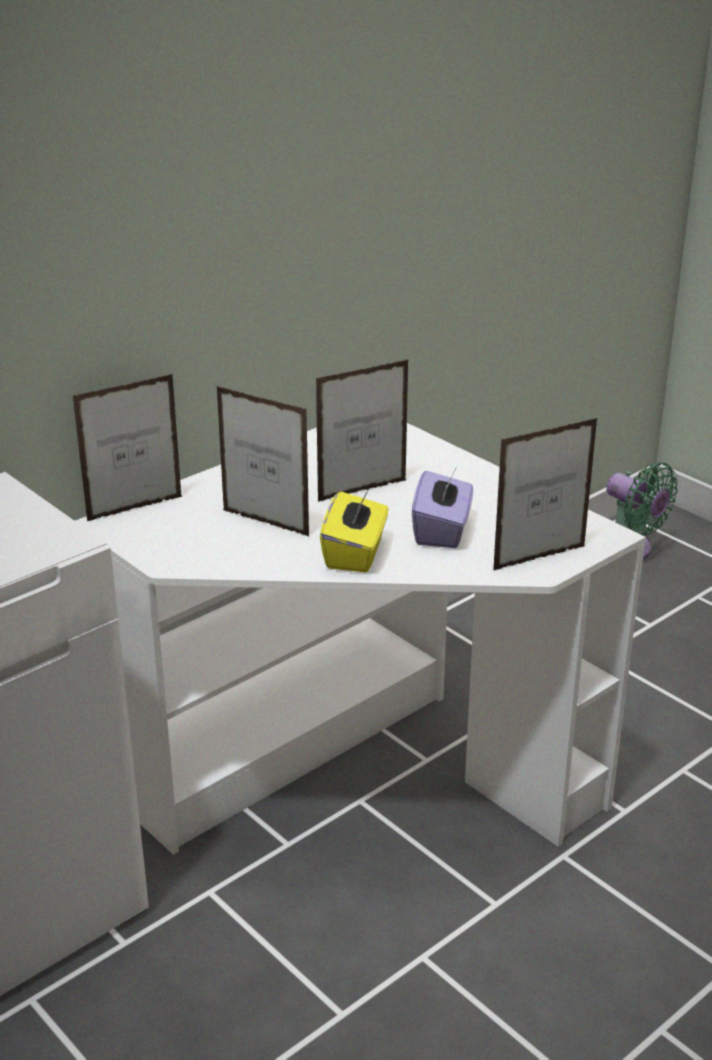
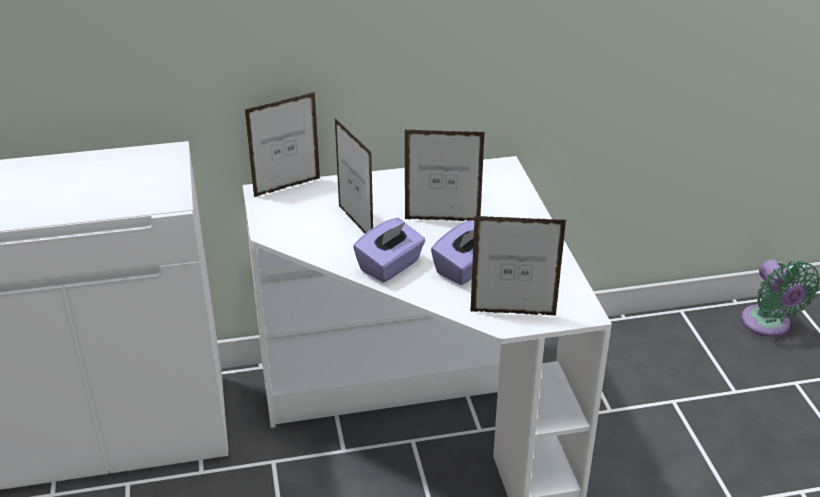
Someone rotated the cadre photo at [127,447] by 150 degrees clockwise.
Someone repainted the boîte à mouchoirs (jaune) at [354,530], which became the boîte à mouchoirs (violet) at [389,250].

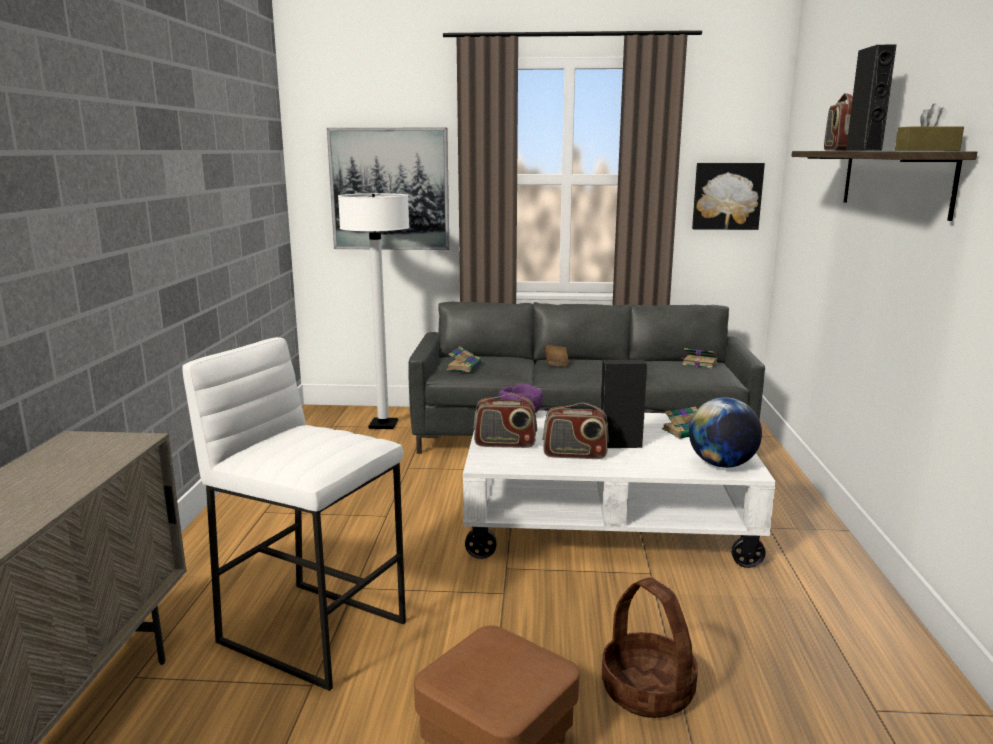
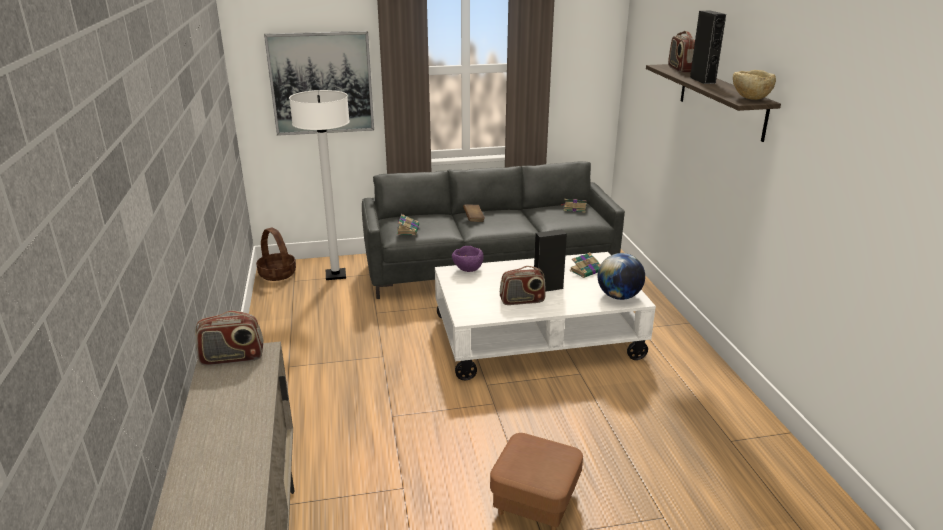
Someone carried the radio from [505,420] to [229,338].
Someone carried the panier from [650,647] to [276,254].
Someone swapped the boîte à mouchoirs (marron) at [929,127] for the bol (beige) at [754,85].
Someone took away the tabouret (blanc) at [294,514].
Someone took away the tableau at [728,196].

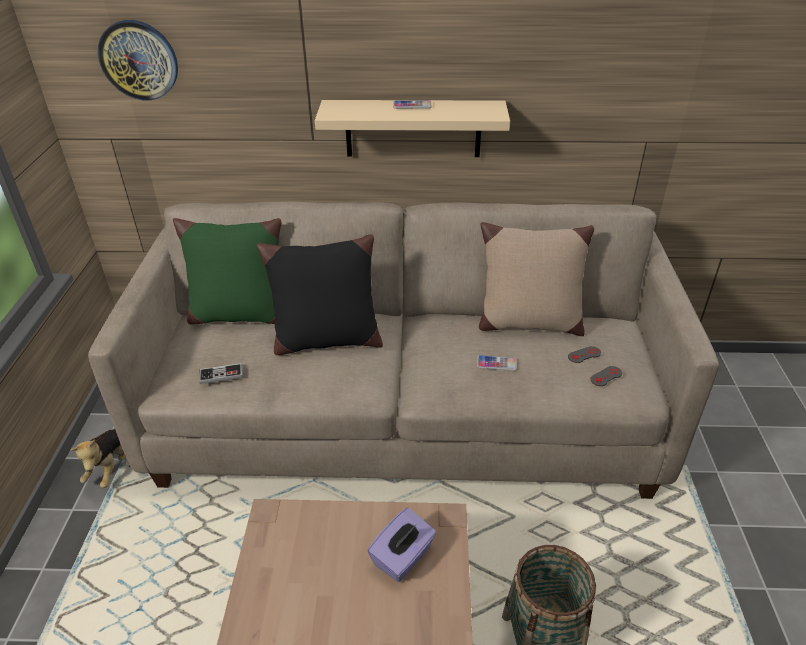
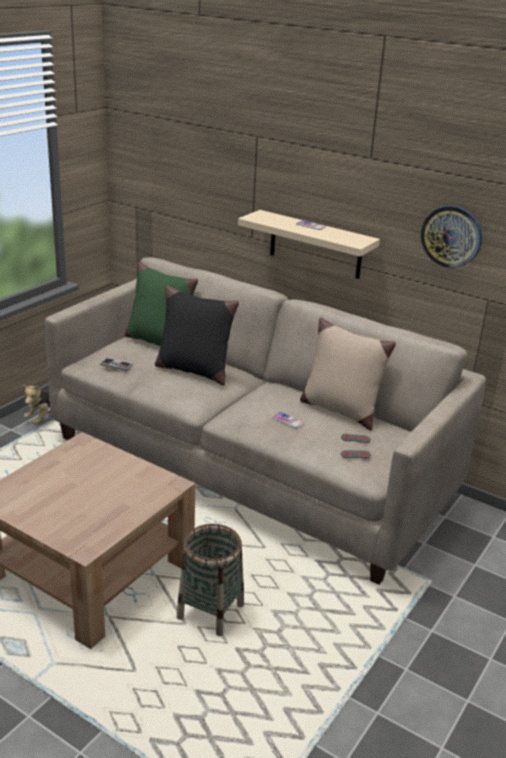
Someone carried the horloge murale from [138,60] to [451,236].
Someone took away the boîte à mouchoirs (violet) at [402,545].

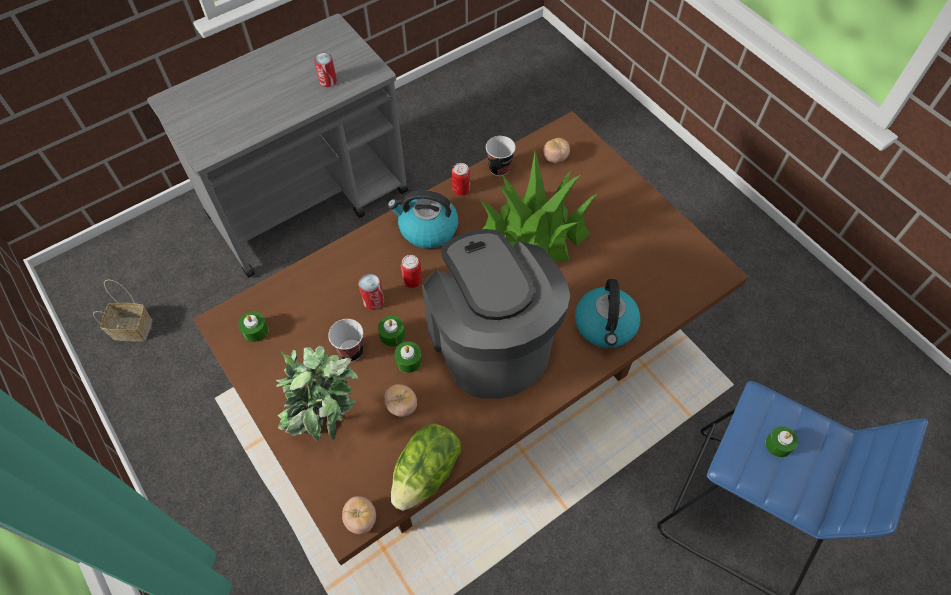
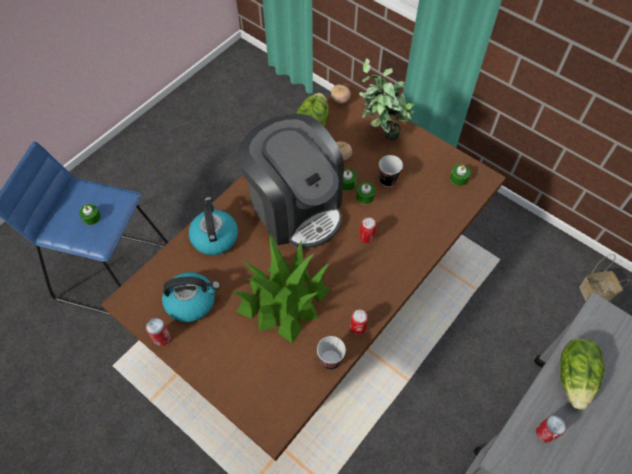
Someone carried the boîte métallique from [371,291] to [158,332].
Someone carried the bouilloire from [423,219] to [191,297].
Someone put down the laitue at [582,374].
Someone took away the tomate at [556,150].

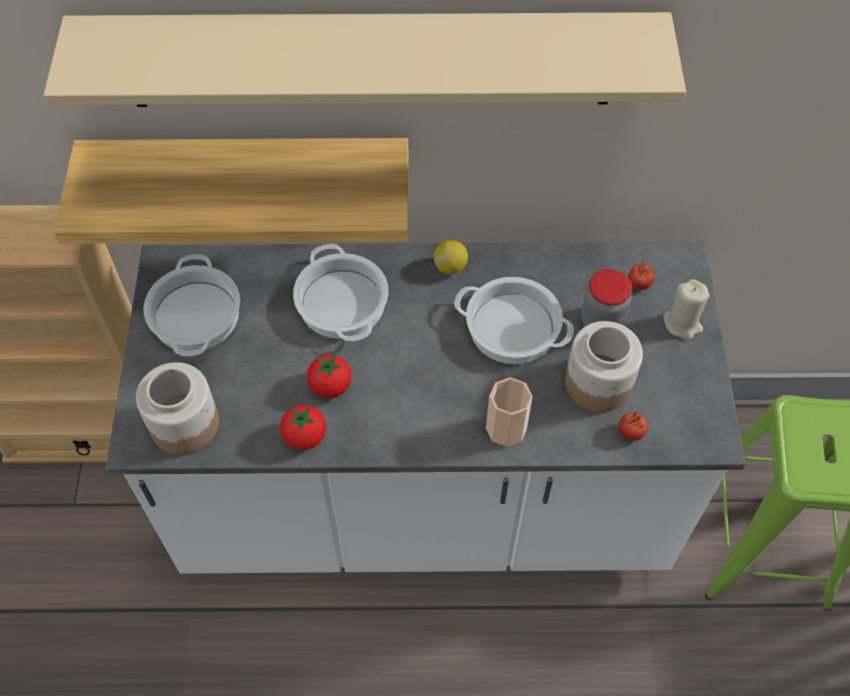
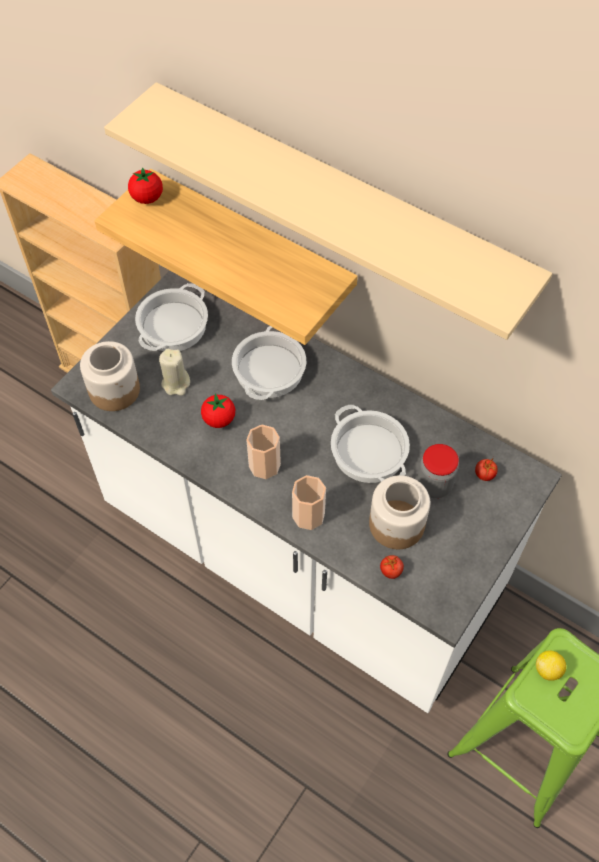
Someone carried the tomate from [303,427] to [145,185].
Someone carried the bougie (beige) from [687,309] to [174,372].
Someone put down the tasse at [263,452].
Someone carried the citron from [451,257] to [551,665].

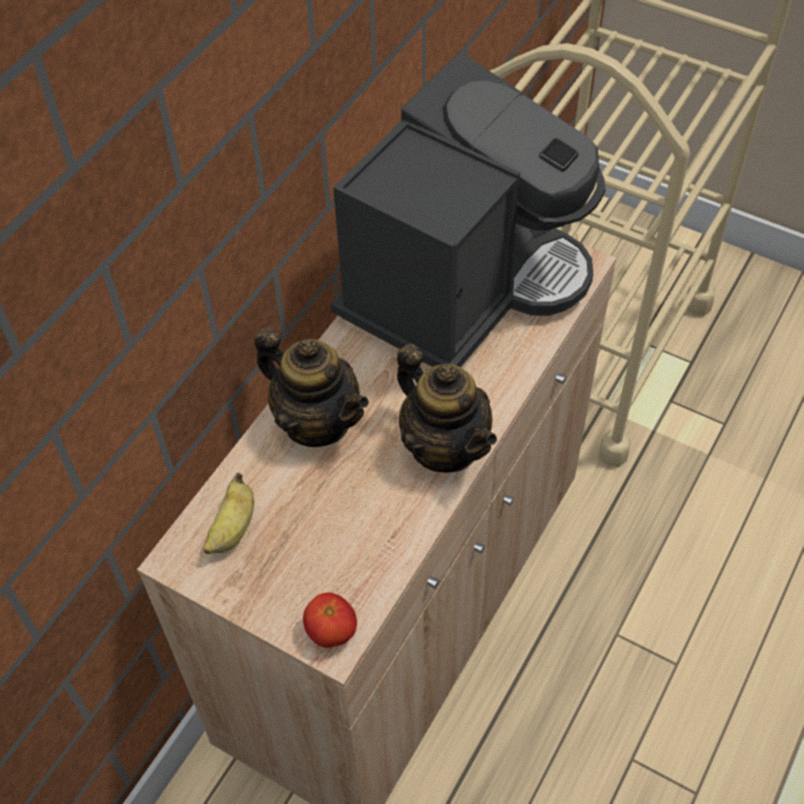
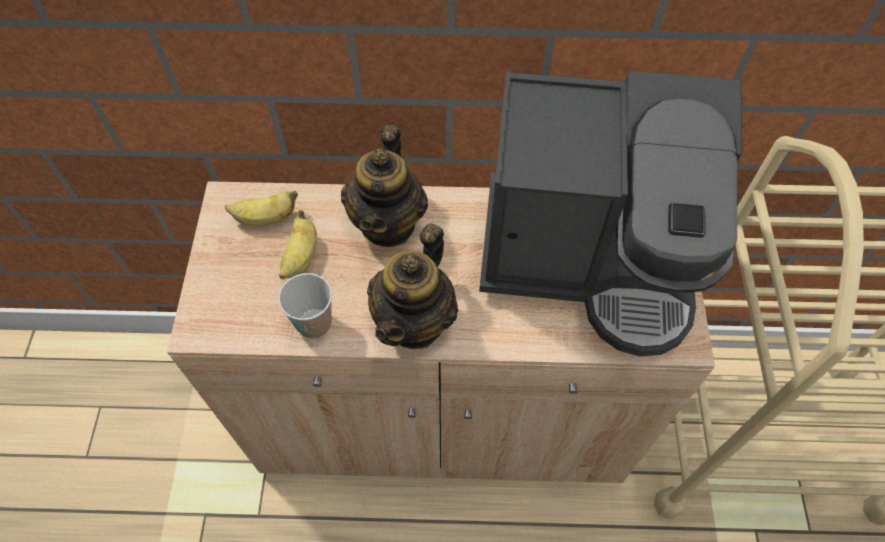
Someone put down the tasse at [305,306].
Someone put down the banane at [298,244].
Someone took away the tomate at [330,620].

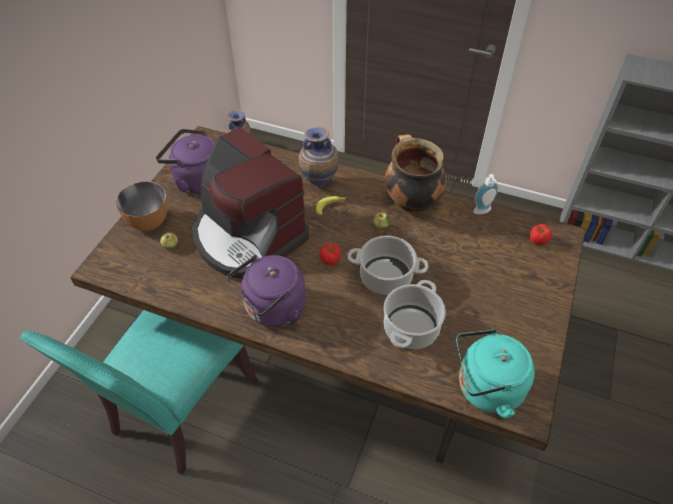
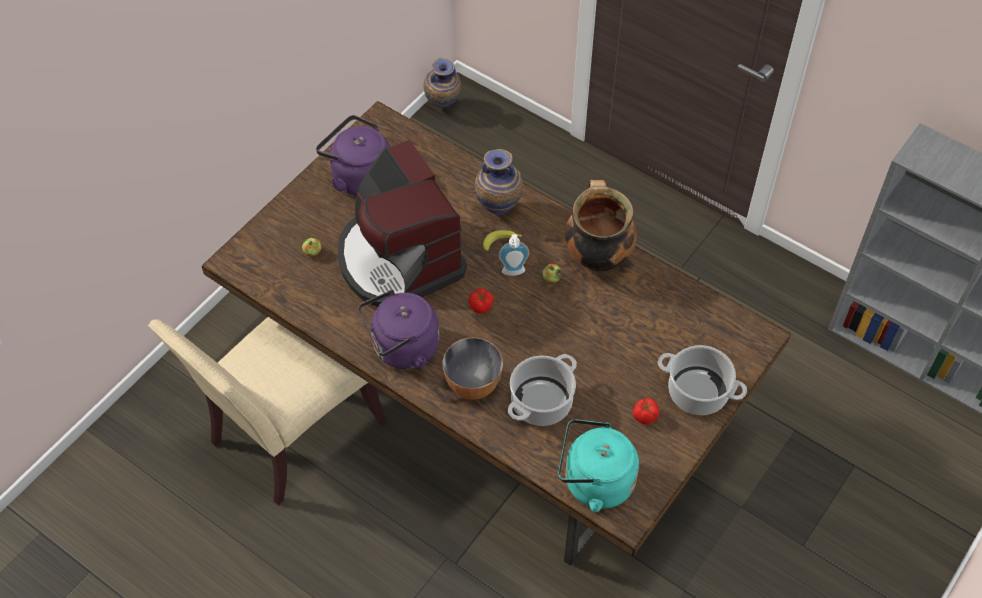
Someone repainted the chaise (turquoise) at [139,392], which became the chaise (beige) at [267,411].
Someone carried the bol from [142,206] to [473,368].
Someone carried the distributeur de savon from [486,194] to [514,255].
Someone carried the tomate from [541,234] to [646,411].
Someone carried the marmite from [388,265] to [702,380].

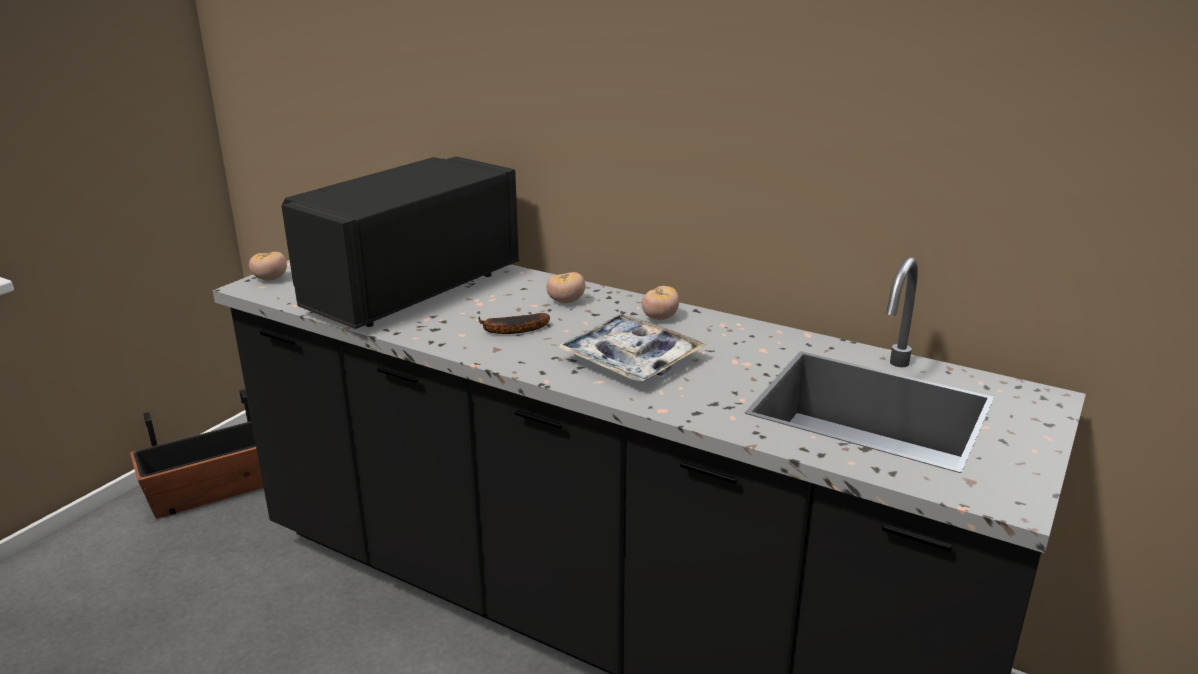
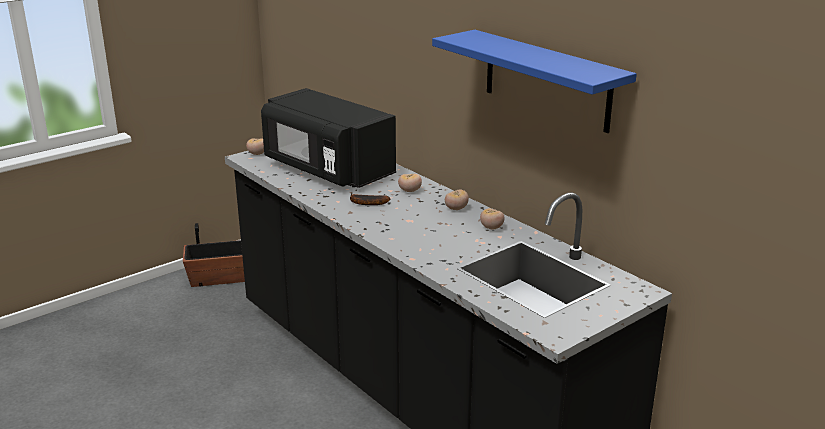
Someone rotated the micro-ondes (noir) at [400,242] by 105 degrees counterclockwise.
Someone put up the étagère (bleu) at [534,81].
Someone put down the tomate at [492,218].
Someone took away the plateau at [631,348].

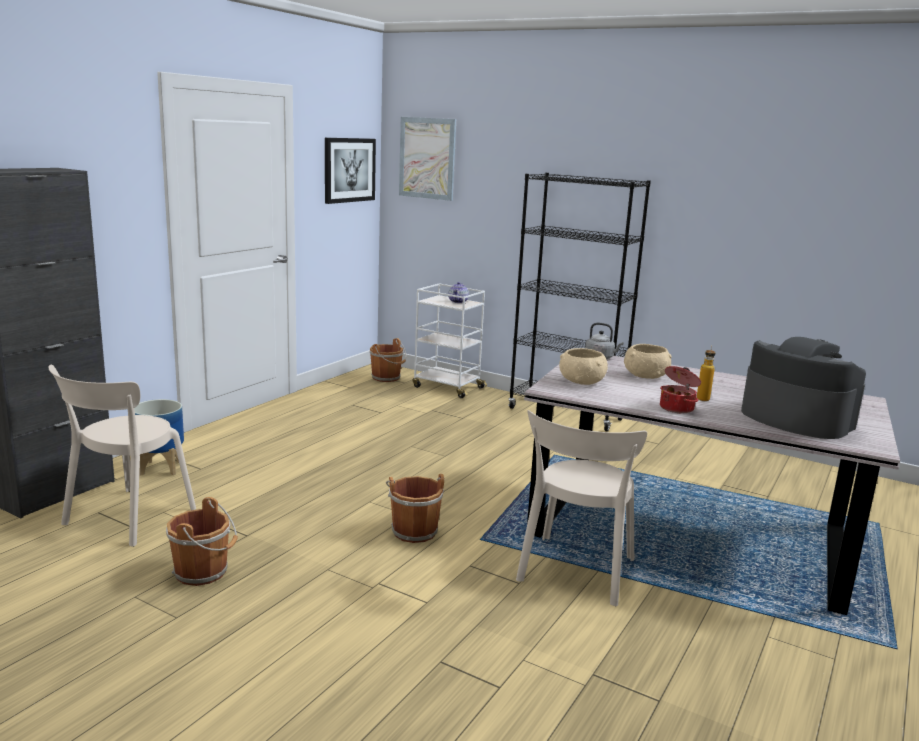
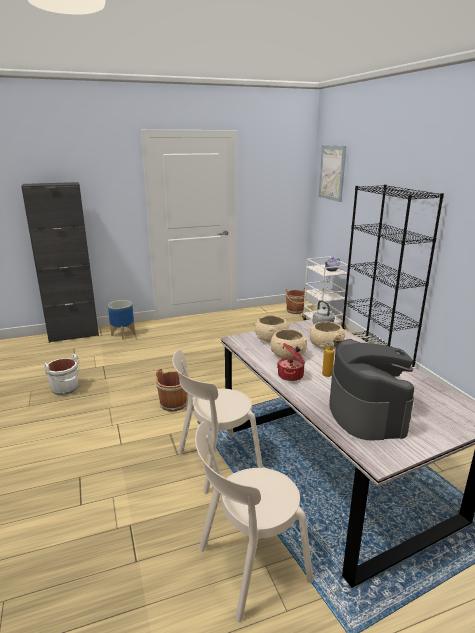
Someone repainted the seau (marron) at [202,541], which became the seau (blanc) at [62,375].
Someone carried the chaise (beige) from [122,456] to [254,521].
Someone put down the bol (beige) at [288,343].
Someone took away the tableau at [350,171].

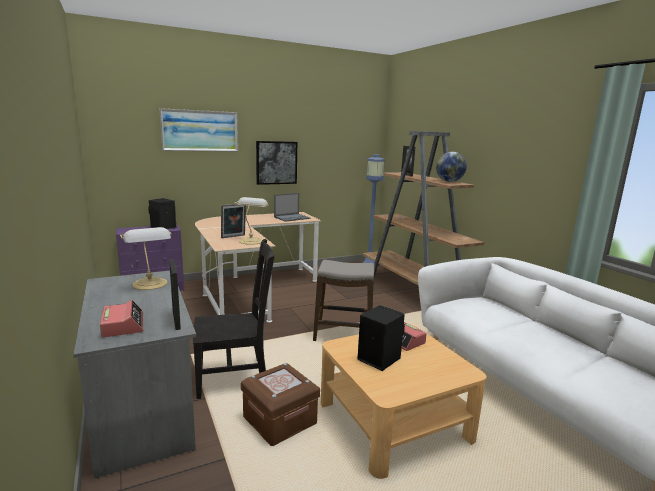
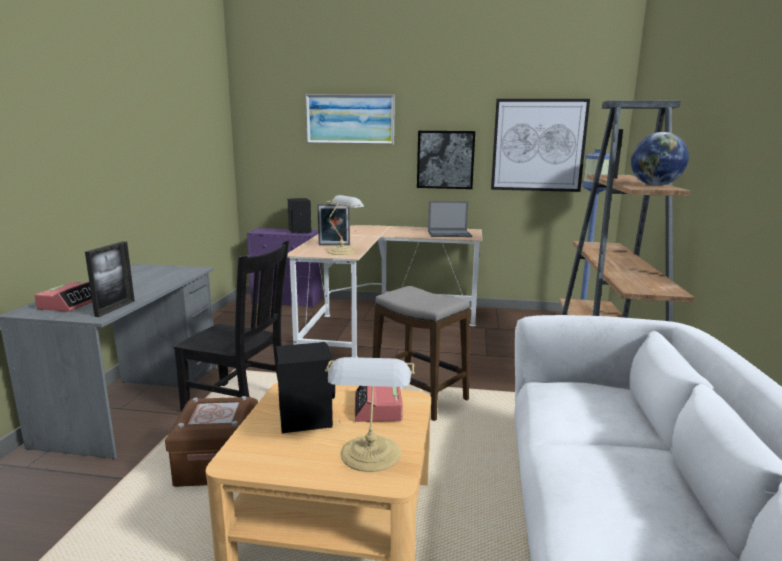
Someone carried the lampe de table from [146,258] to [370,414].
Someone put up the tableau at [540,145].

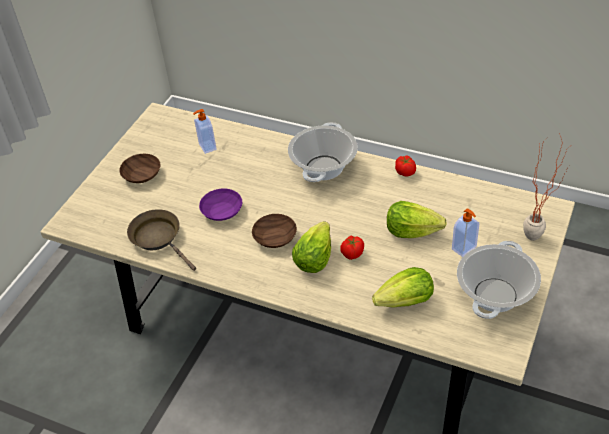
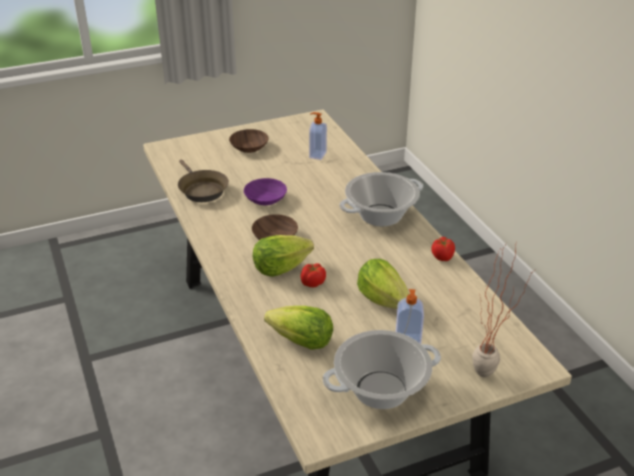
Someone rotated the poêle (marron) at [161,240] by 150 degrees clockwise.

